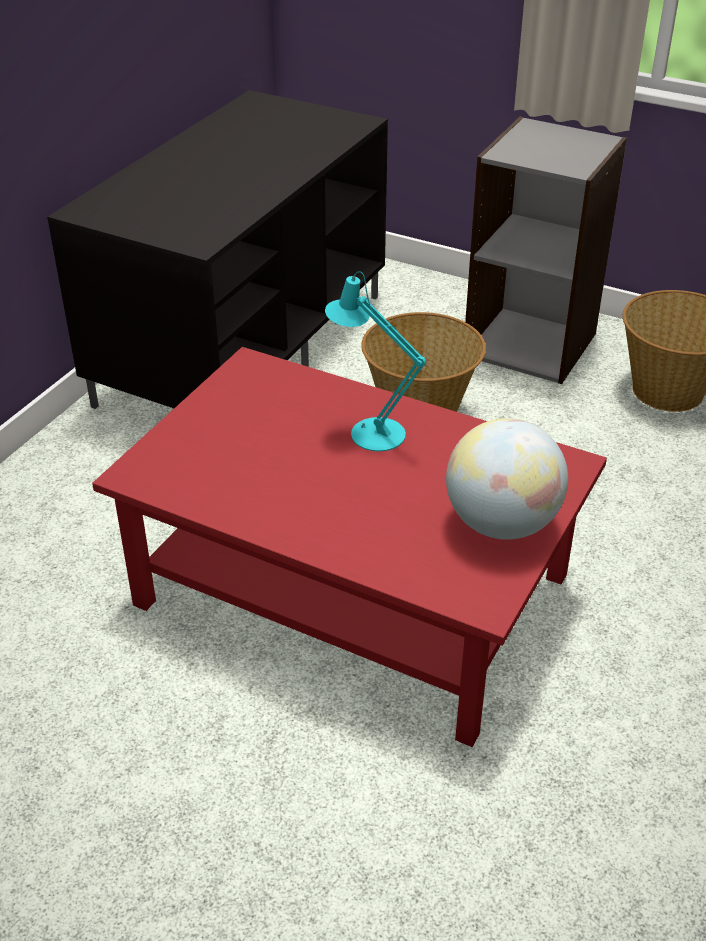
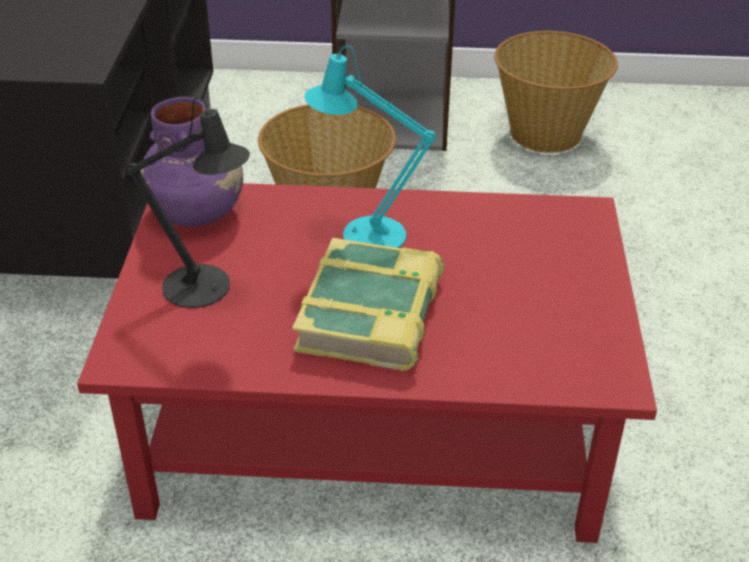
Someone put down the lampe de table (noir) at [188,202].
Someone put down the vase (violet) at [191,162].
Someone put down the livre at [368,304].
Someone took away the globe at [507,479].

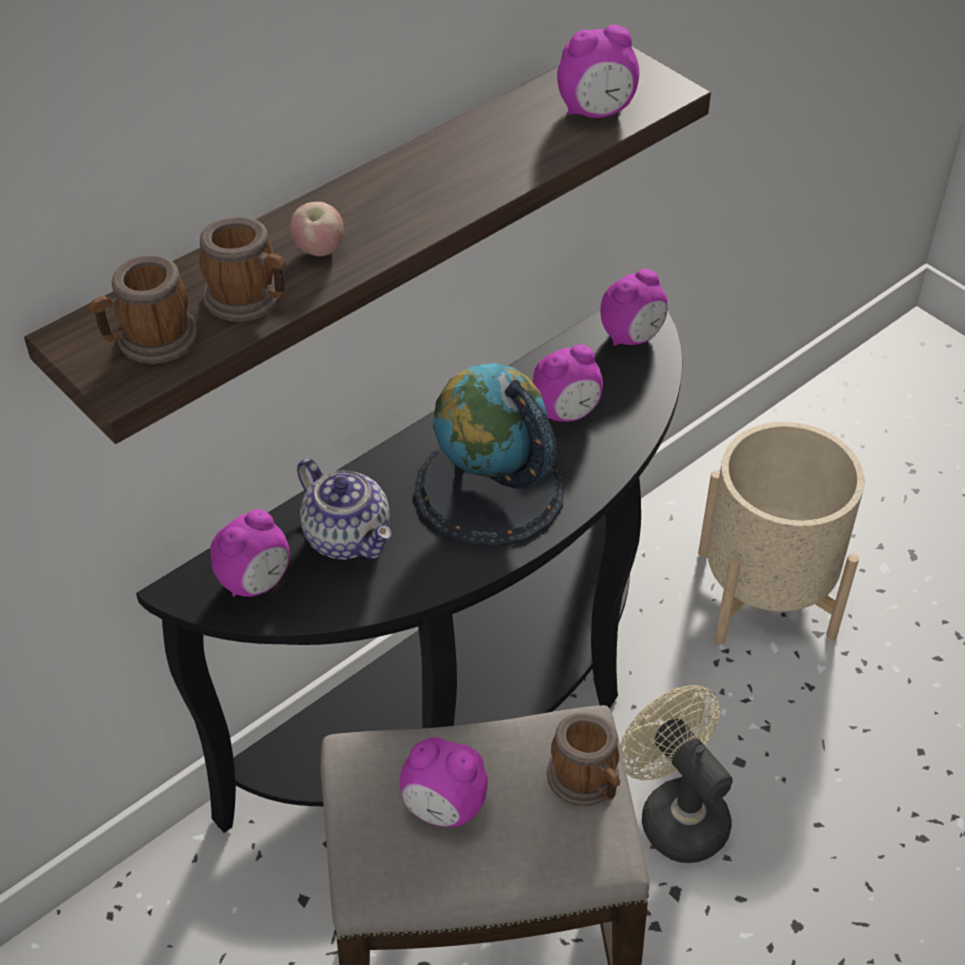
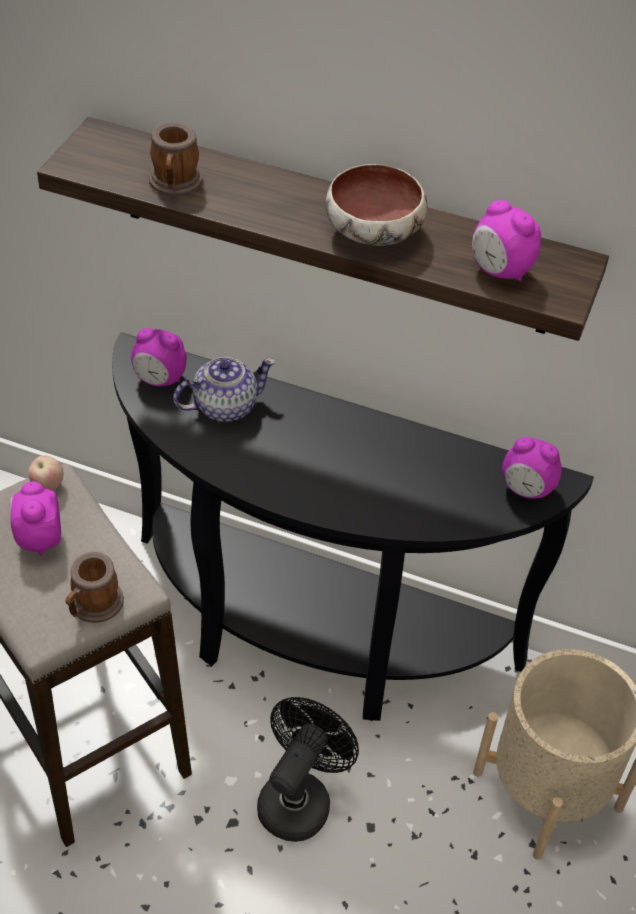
Someone carried the pomme from [317,229] to [45,473].
Someone rotated the théière at [344,509] by 135 degrees counterclockwise.
Someone repainted the ventilateur (beige) at [676,774], which became the ventilateur (noir) at [308,769].
Someone put down the bol at [376,205].
Someone took away the mug at [143,309].
Someone took away the globe at [489,455].
Someone took away the réveil at [568,383].

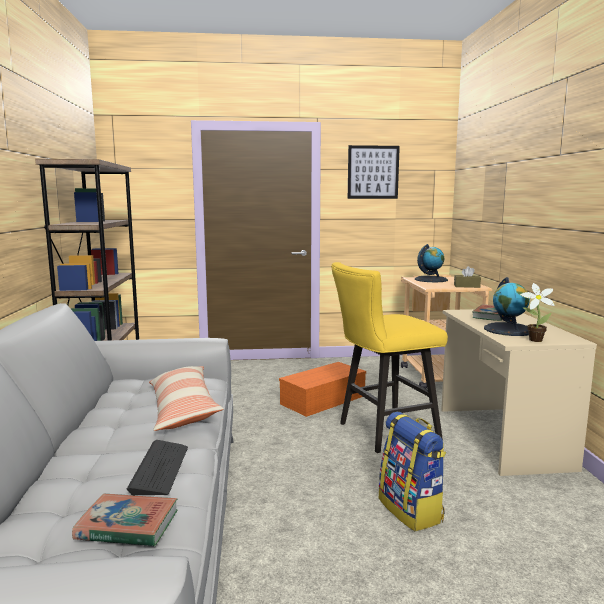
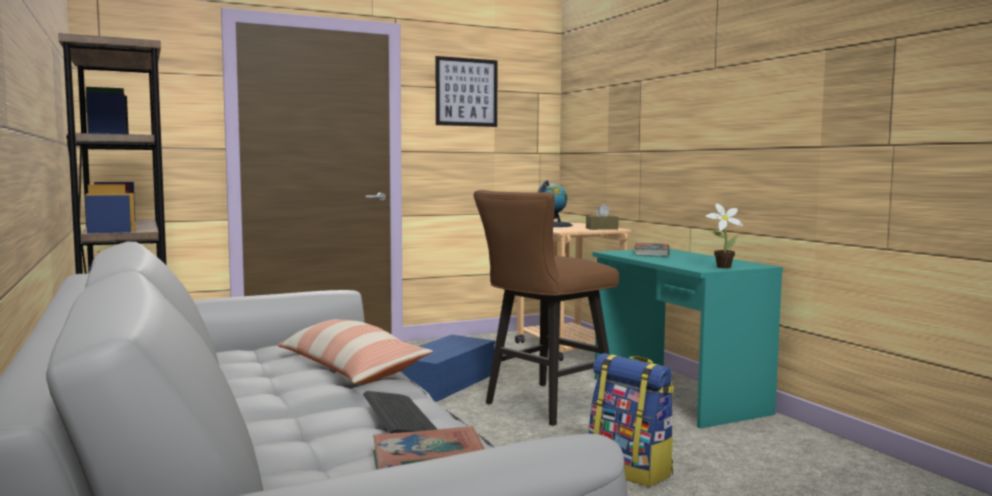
Someone repainted the boîte de rangement (orange) at [322,389], which became the boîte de rangement (bleu) at [448,368].
Someone repainted the tabouret (jaune) at [389,357], which became the tabouret (marron) at [546,308].
Someone repainted the bureau (beige) at [519,392], which became the bureau (turquoise) at [687,338].
Someone took away the globe at [507,306].

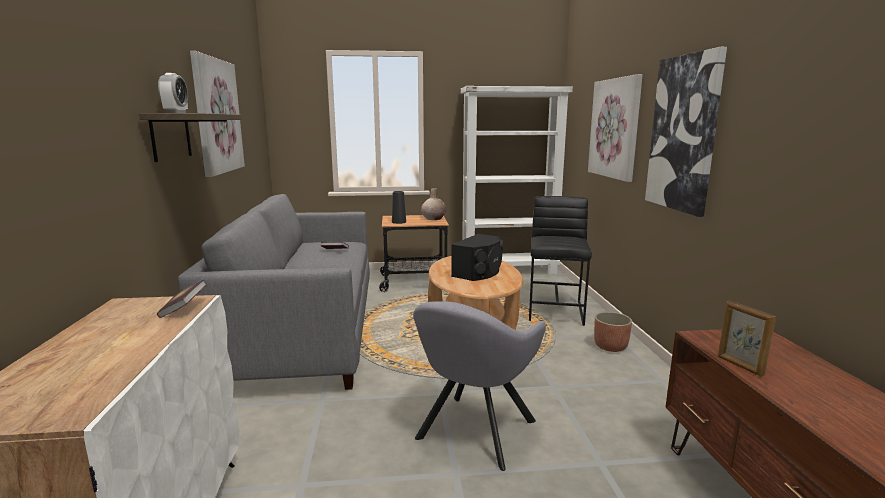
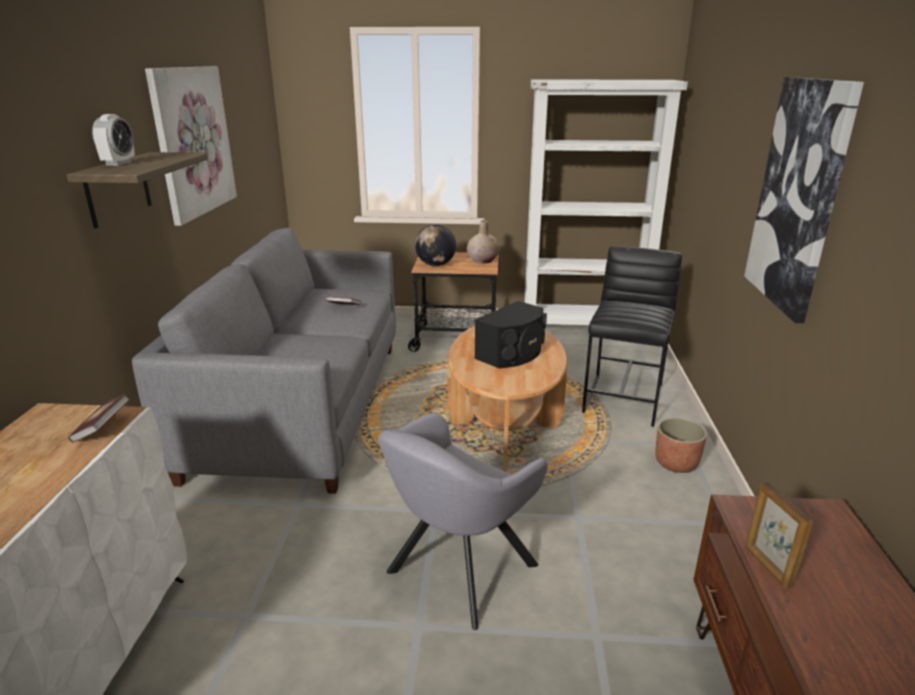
Someone swapped the vase (noir) at [399,207] for the globe at [435,245].
Someone took away the tableau at [615,128].

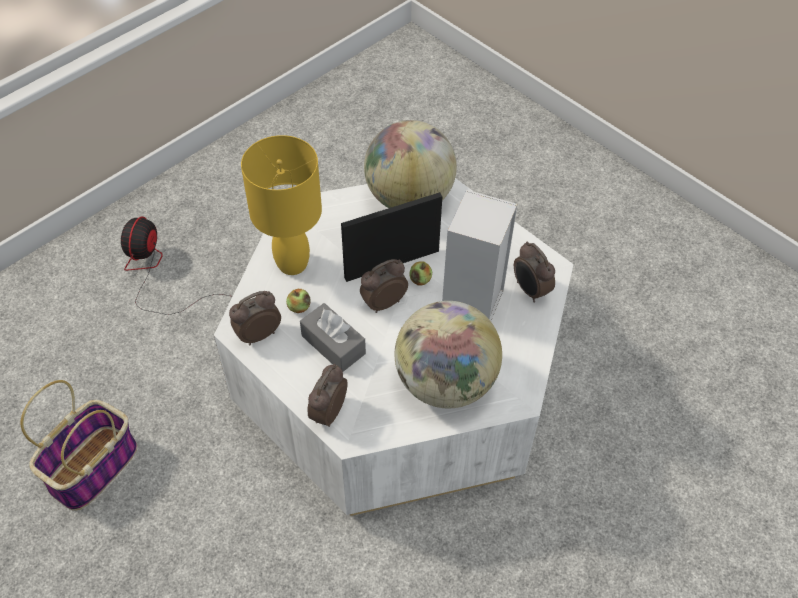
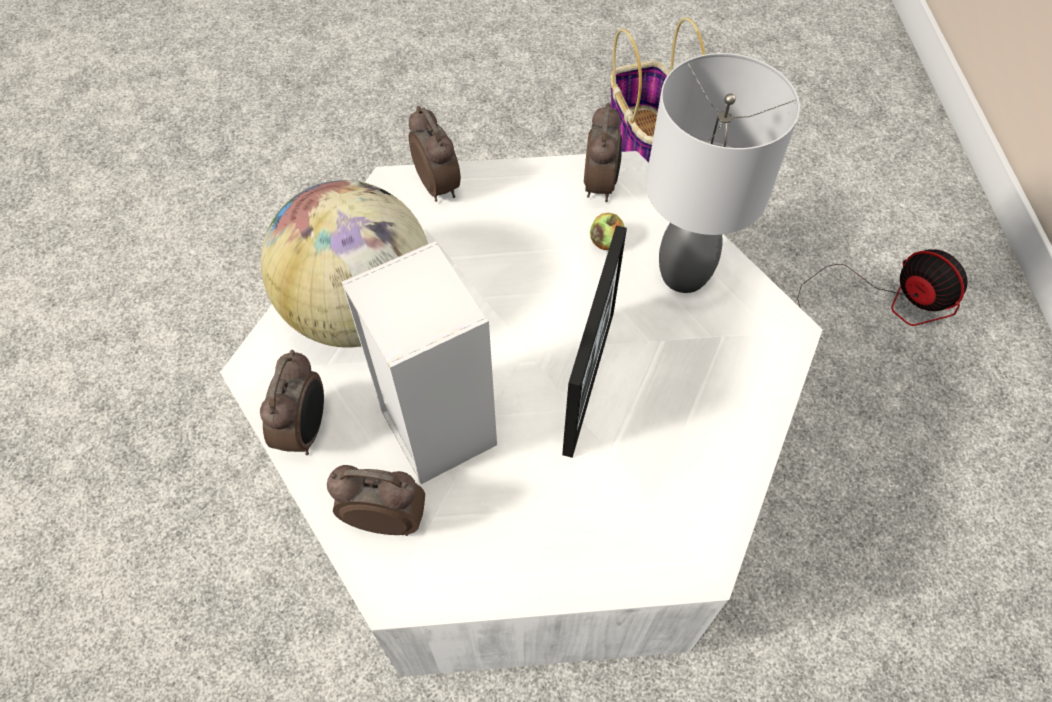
Someone carried the réveil from [384,286] to [292,402].
Someone repainted the lampe de table (jaune) at [281,205], which became the lampe de table (gris) at [723,173].
Someone took away the boîte à mouchoirs (gris) at [333,337].
Someone took away the globe at [410,164].
Someone took away the pomme at [420,273].

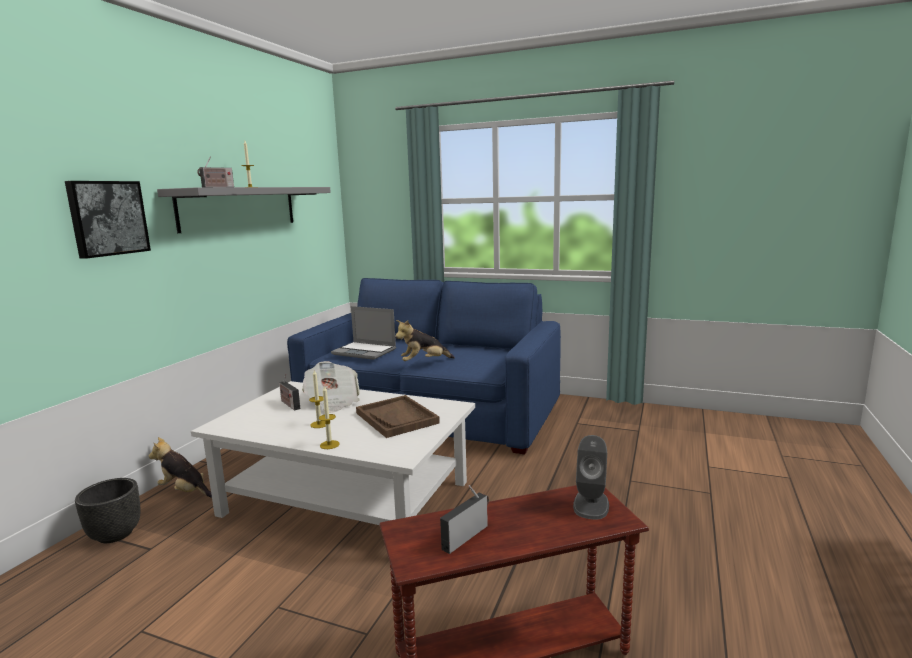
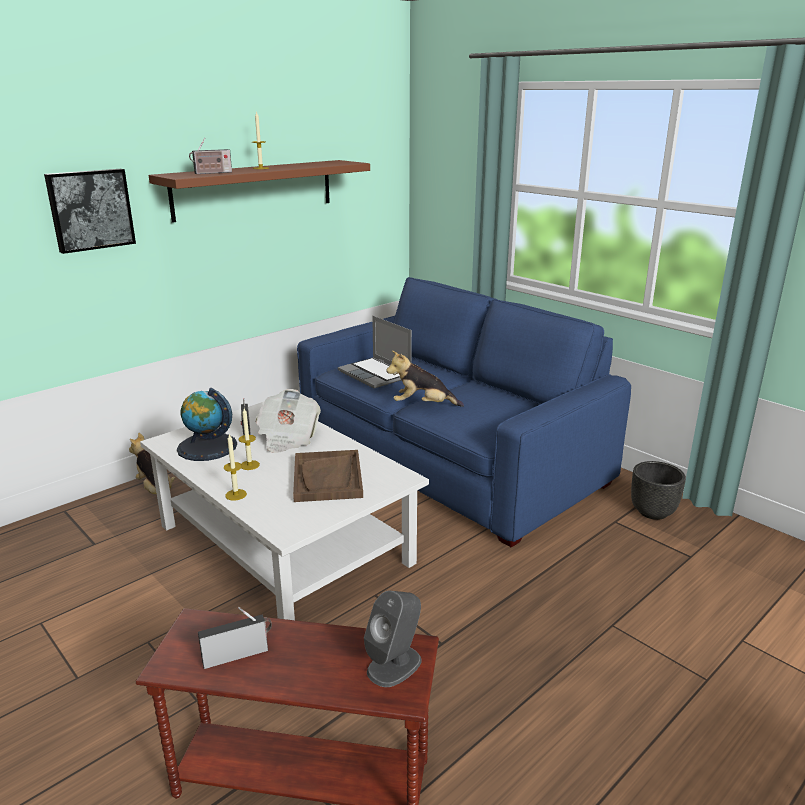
Someone repainted the étagère (gris) at [244,210], which became the étagère (marron) at [259,191].
Someone put down the globe at [207,424].
Someone carried the cache-pot (noir) from [107,510] to [658,490].

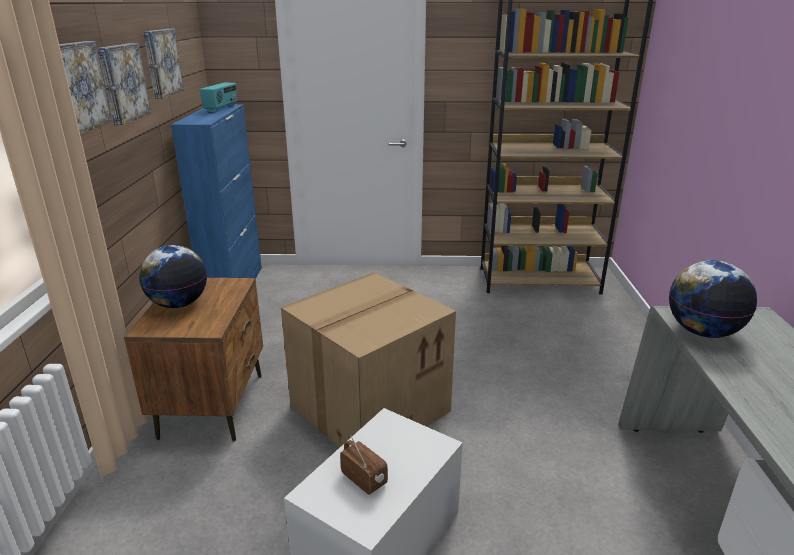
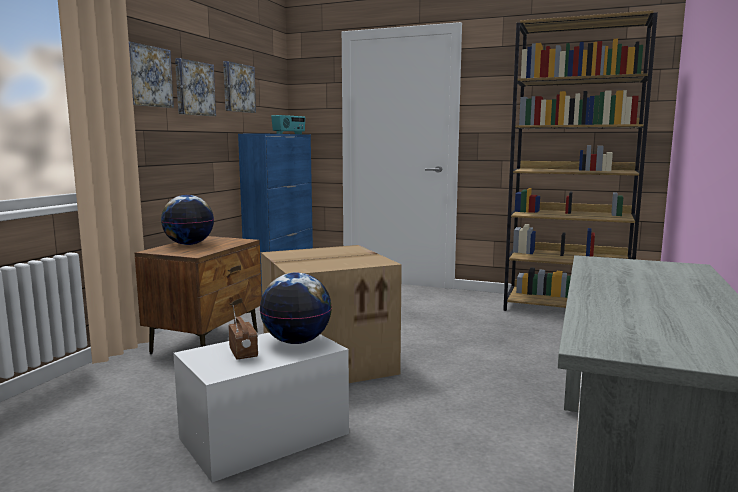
Someone carried the globe from [713,299] to [296,308].

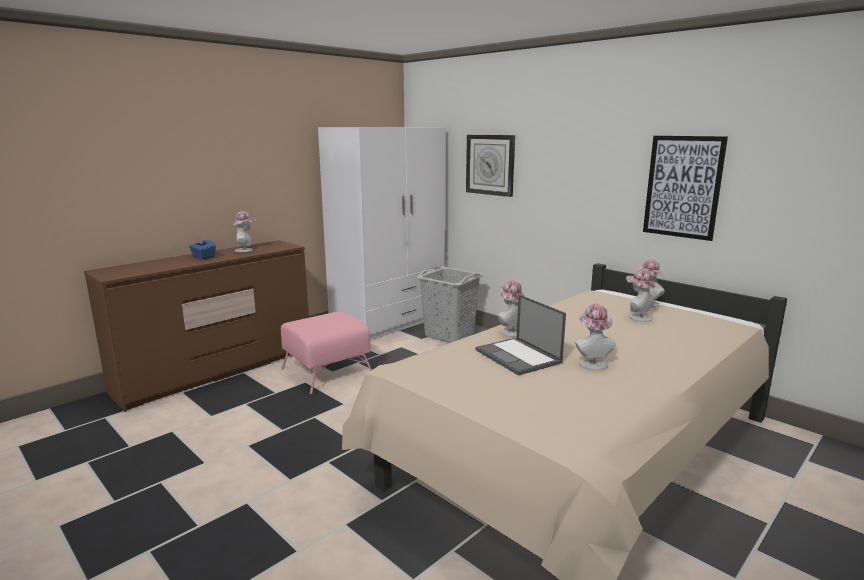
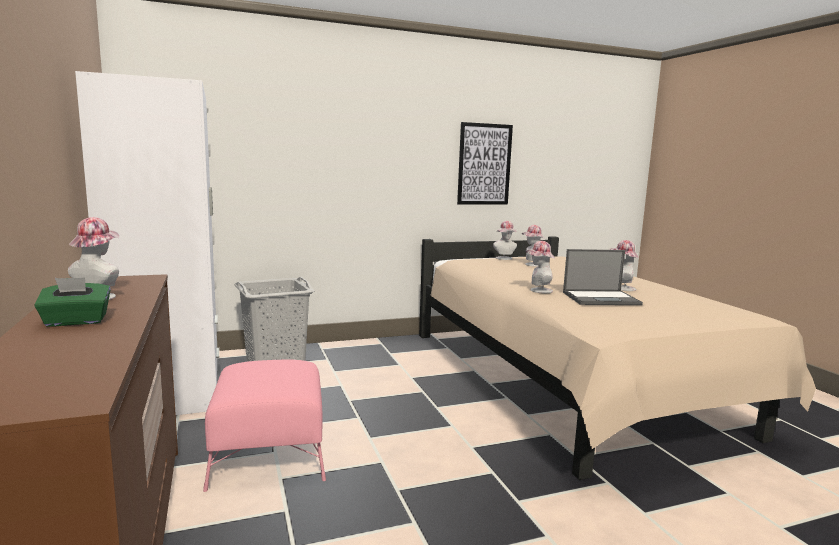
Someone repainted the boîte à mouchoirs (bleu) at [202,248], which became the boîte à mouchoirs (vert) at [72,301].
Someone took away the horloge murale at [490,166].

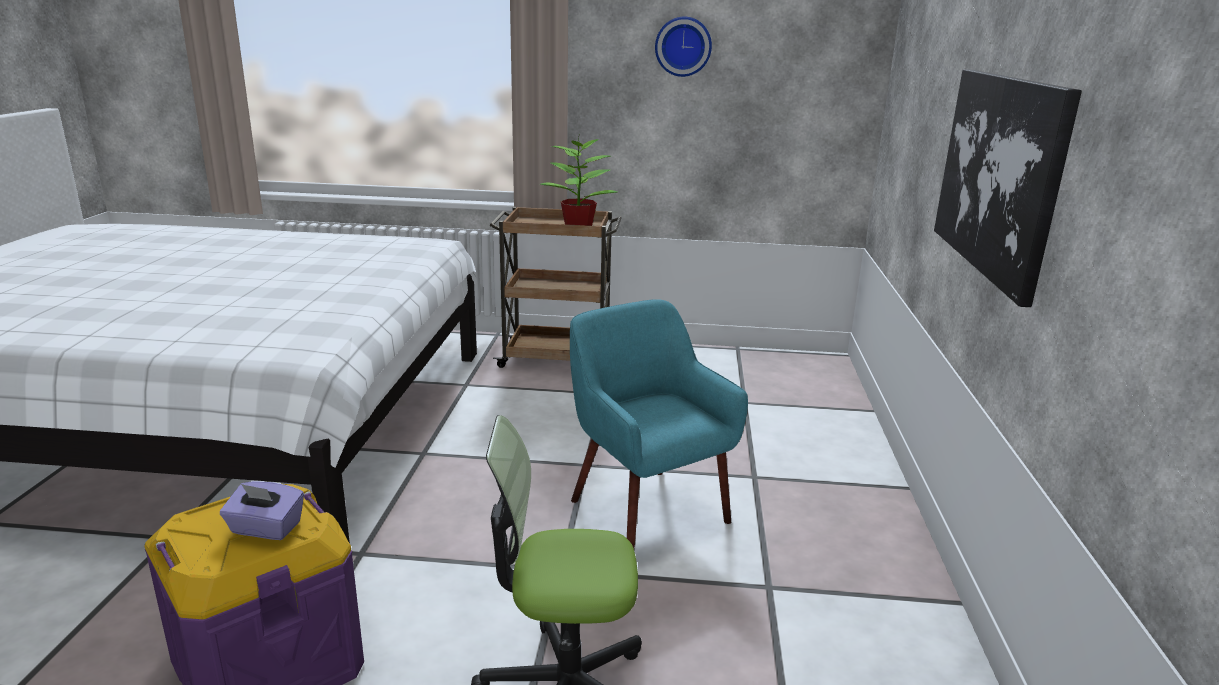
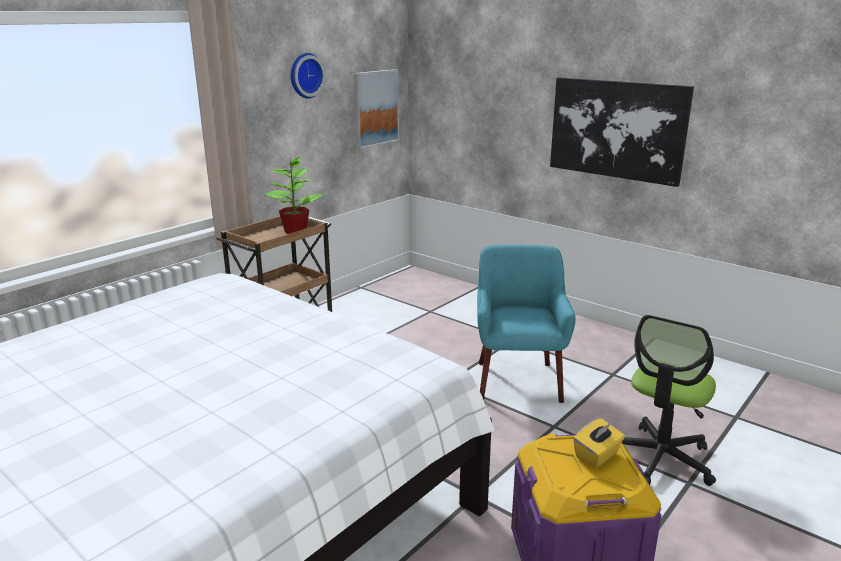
Someone put up the tableau at [376,109].
Someone rotated the fauteuil (turquoise) at [659,424] by 90 degrees clockwise.
Someone repainted the boîte à mouchoirs (violet) at [262,510], which became the boîte à mouchoirs (jaune) at [599,443].

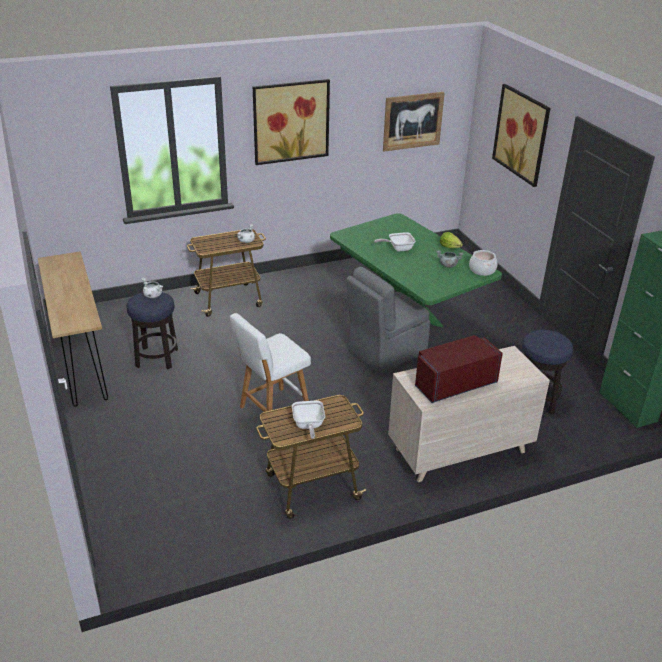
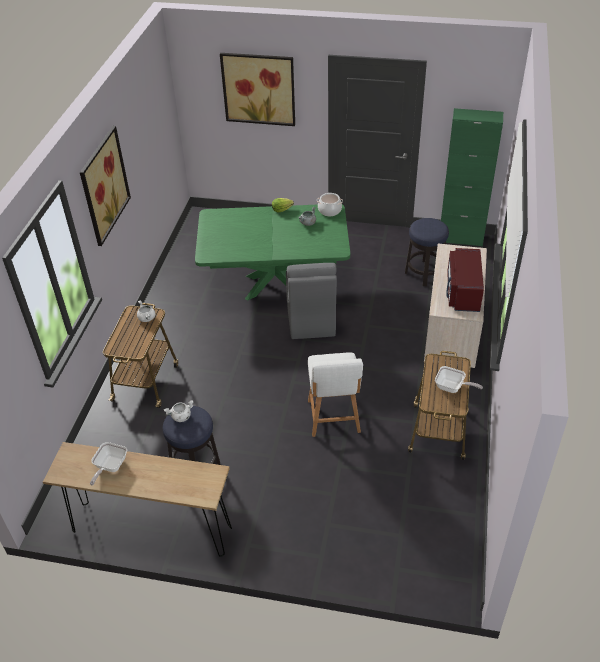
Someone carried the poêle from [394,242] to [108,464].
Someone took away the tableau at [414,122].

